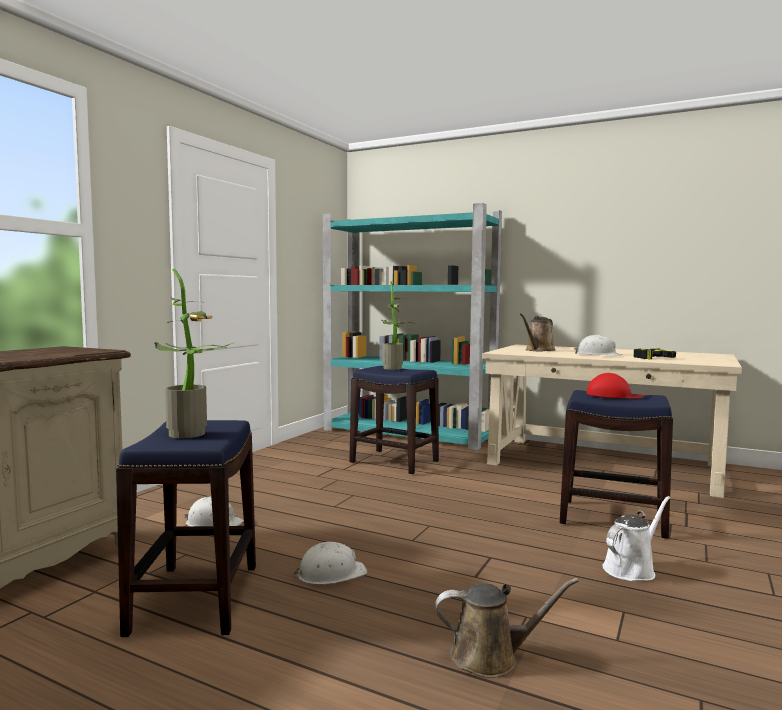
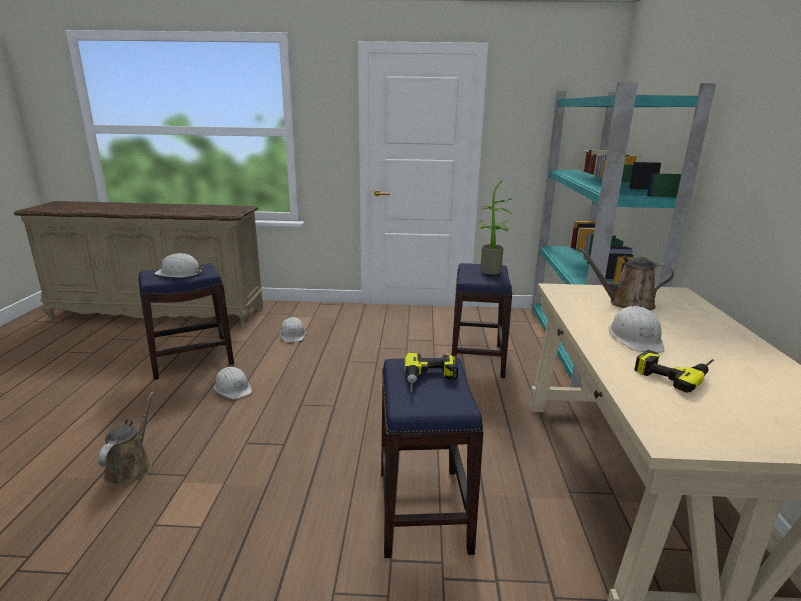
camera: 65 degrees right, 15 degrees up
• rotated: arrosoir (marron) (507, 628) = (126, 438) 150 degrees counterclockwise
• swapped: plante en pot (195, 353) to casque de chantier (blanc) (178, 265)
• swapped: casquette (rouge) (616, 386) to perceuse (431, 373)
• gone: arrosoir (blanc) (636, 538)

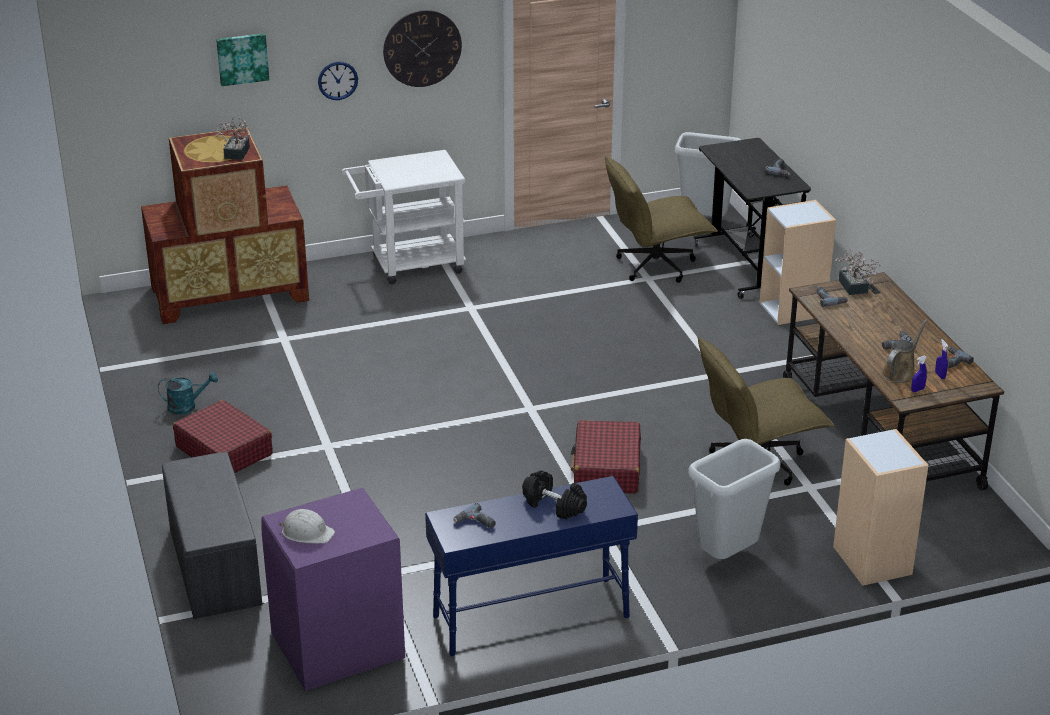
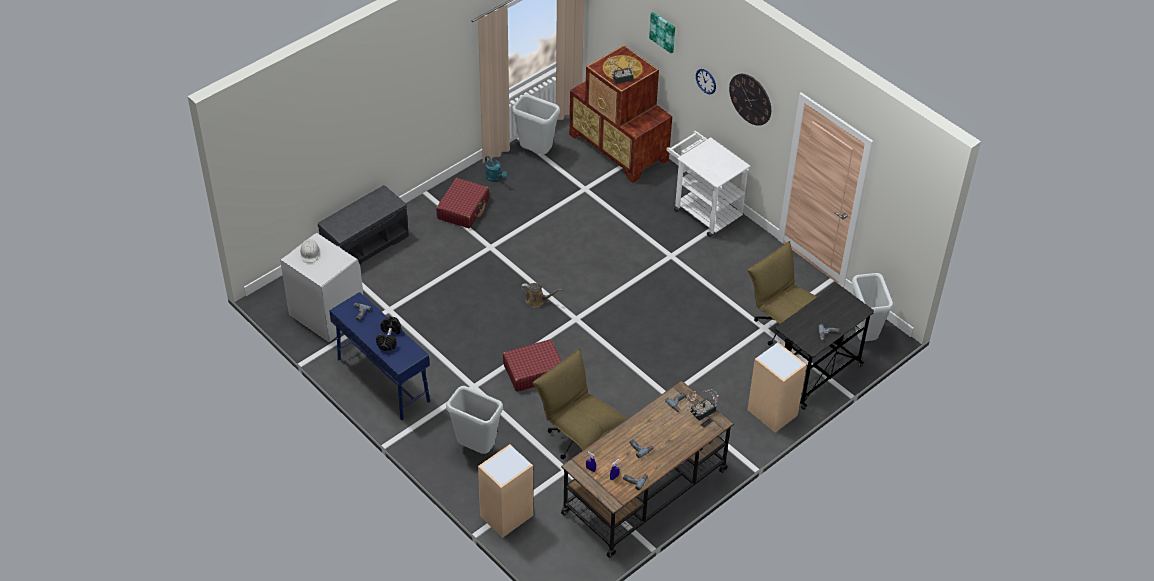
camera: 65 degrees right, 15 degrees up
• repainted: lave-linge (violet) (333, 589) to lave-linge (blanc) (321, 287)
• new: poubelle (gris) (536, 124)
• shifted: arrosoir (marron) (905, 351) to (541, 295)

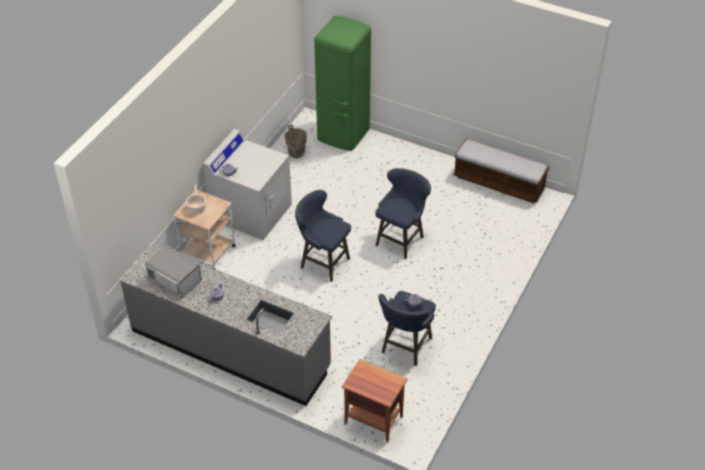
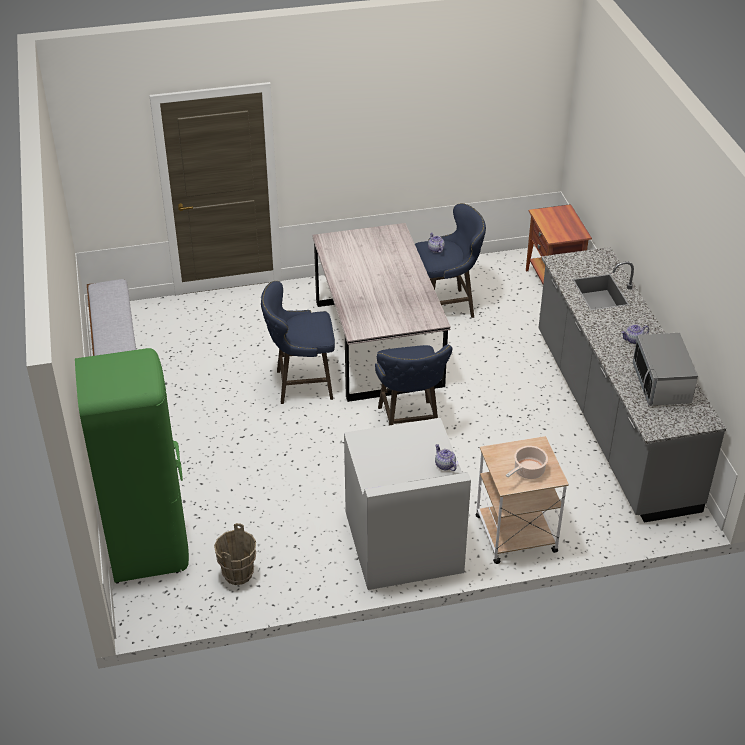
camera: 130 degrees left, 5 degrees down
• new: table à manger (gris) (381, 312)

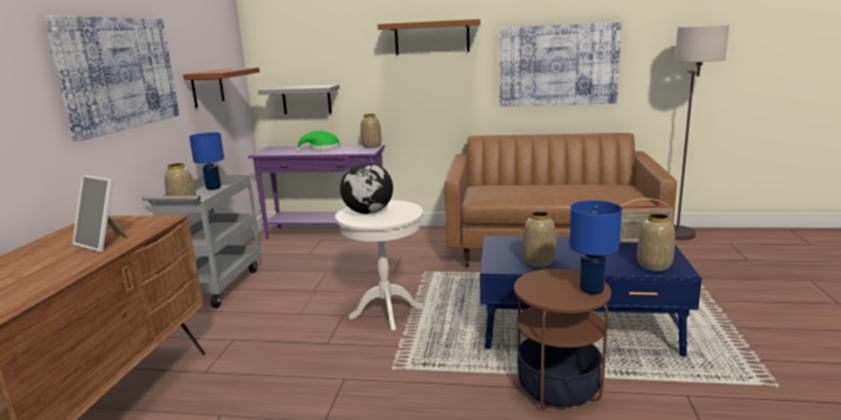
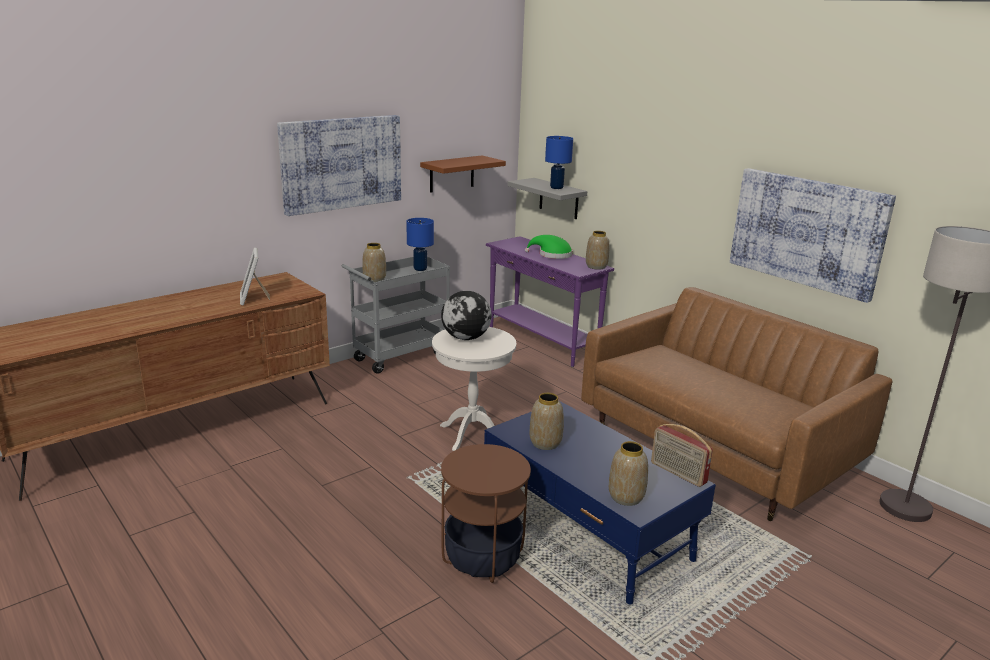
camera: 40 degrees right, 5 degrees up
• shifted: lampe de table (bleu) (595, 247) to (559, 162)
• gone: étagère (marron) (429, 37)

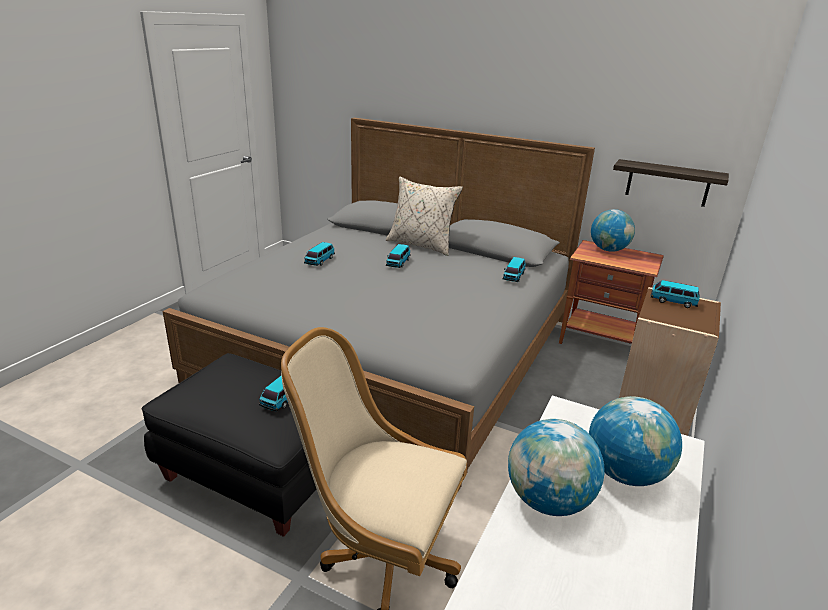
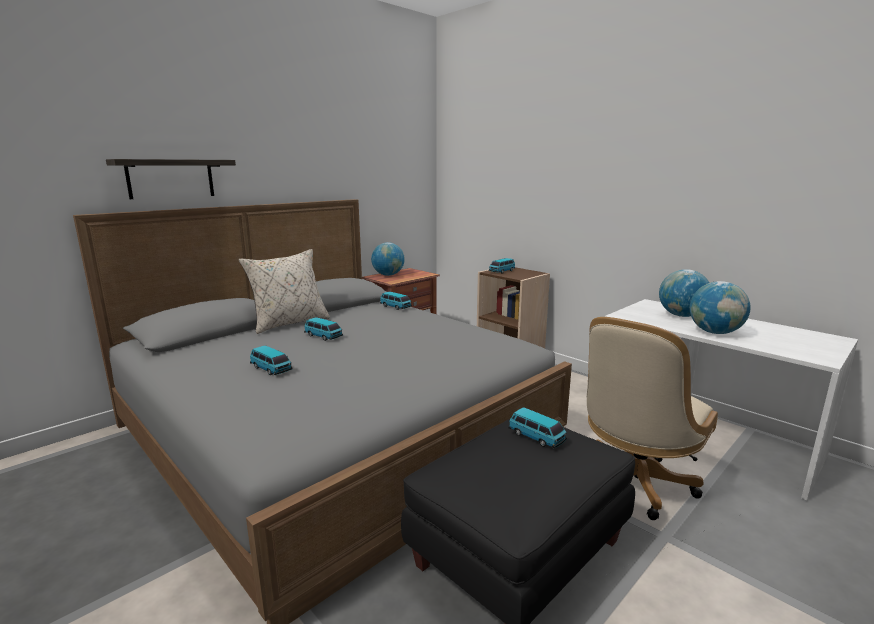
camera: 70 degrees left, 10 degrees down
• shifted: étagère (671, 183) to (171, 179)

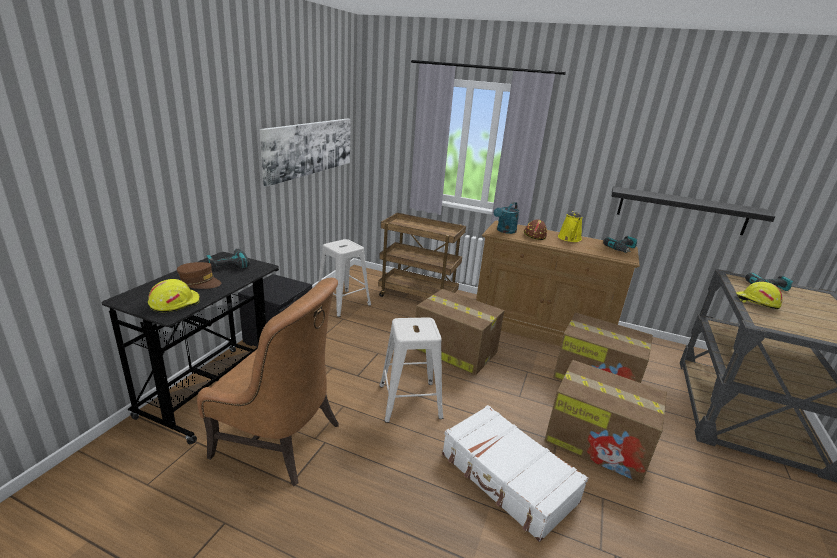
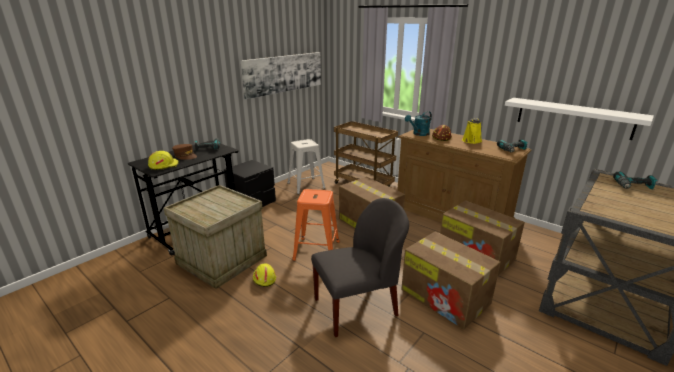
camera: 20 degrees right, 0 degrees up
• swapped: chaise (marron) (268, 382) to caisse (215, 237)
• shifted: casque de chantier (jaune) (759, 295) to (264, 275)
• repainted: tabouret (blanc) (411, 370) to tabouret (orange) (316, 225)
• swapped: valise (blanc) (515, 473) to chaise (gris) (360, 267)
• repainted: étagère (noir) (693, 210) to étagère (blanc) (579, 119)

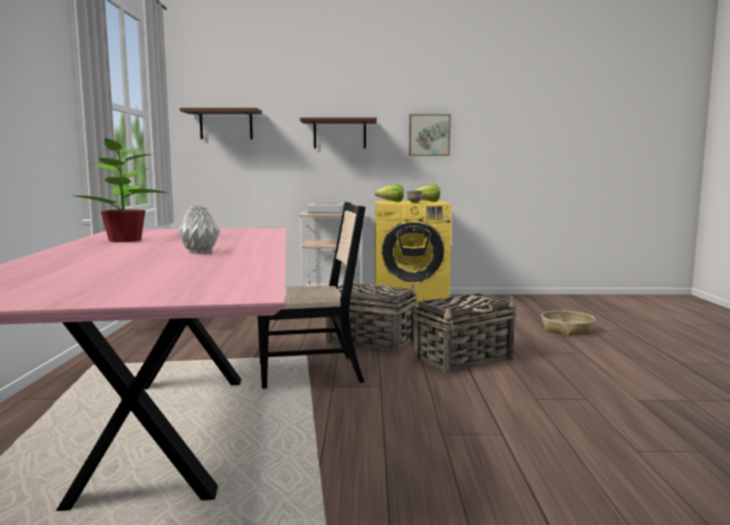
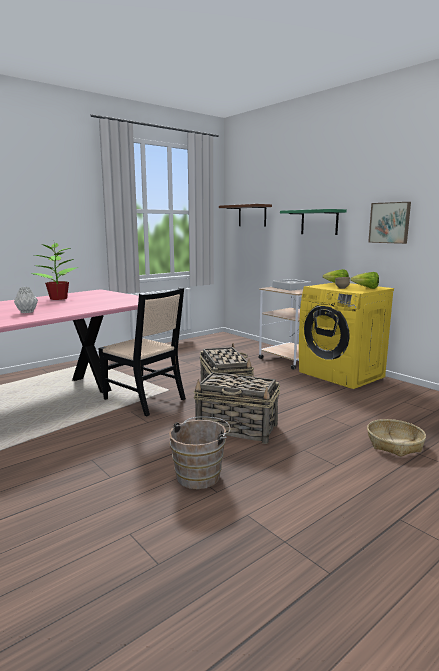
camera: 50 degrees right, 5 degrees up
• new: seau (marron) (200, 452)
• repainted: étagère (marron) (338, 133) to étagère (vert) (313, 222)

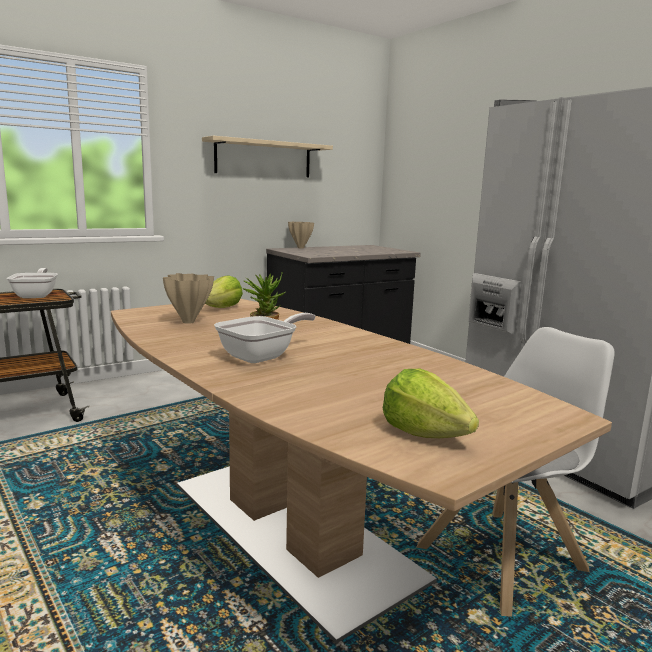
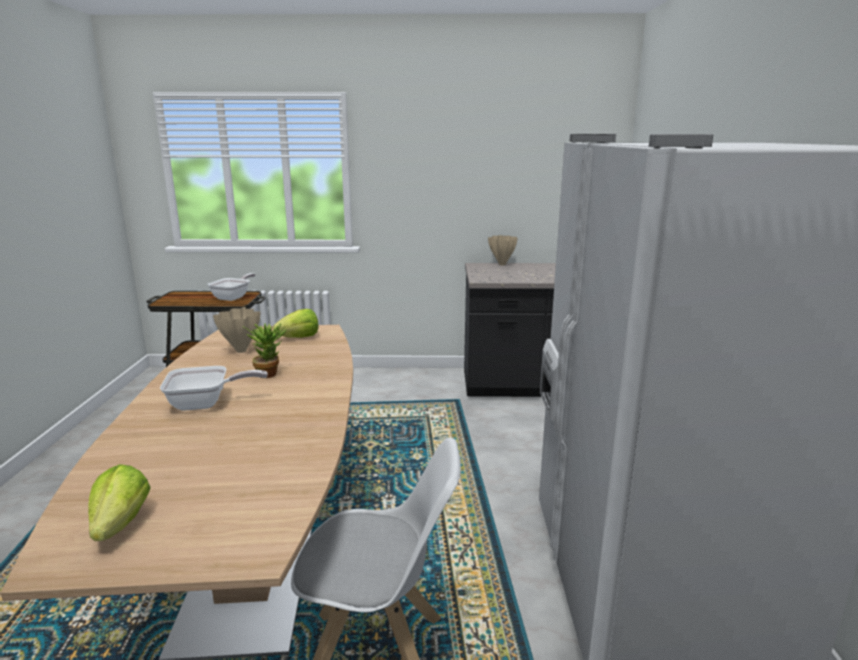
camera: 35 degrees right, 5 degrees up
• gone: étagère (beige) (267, 156)

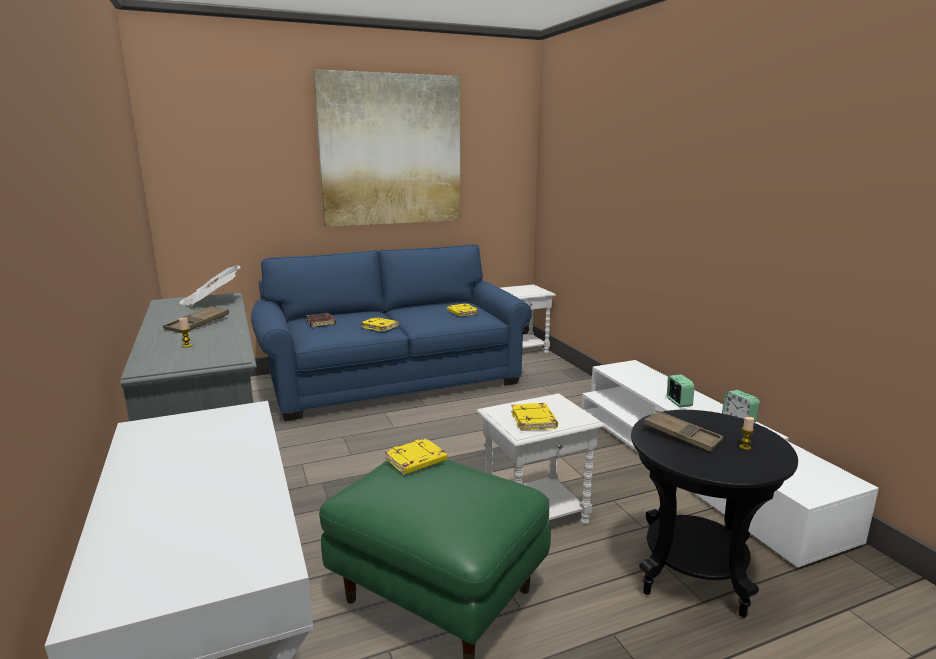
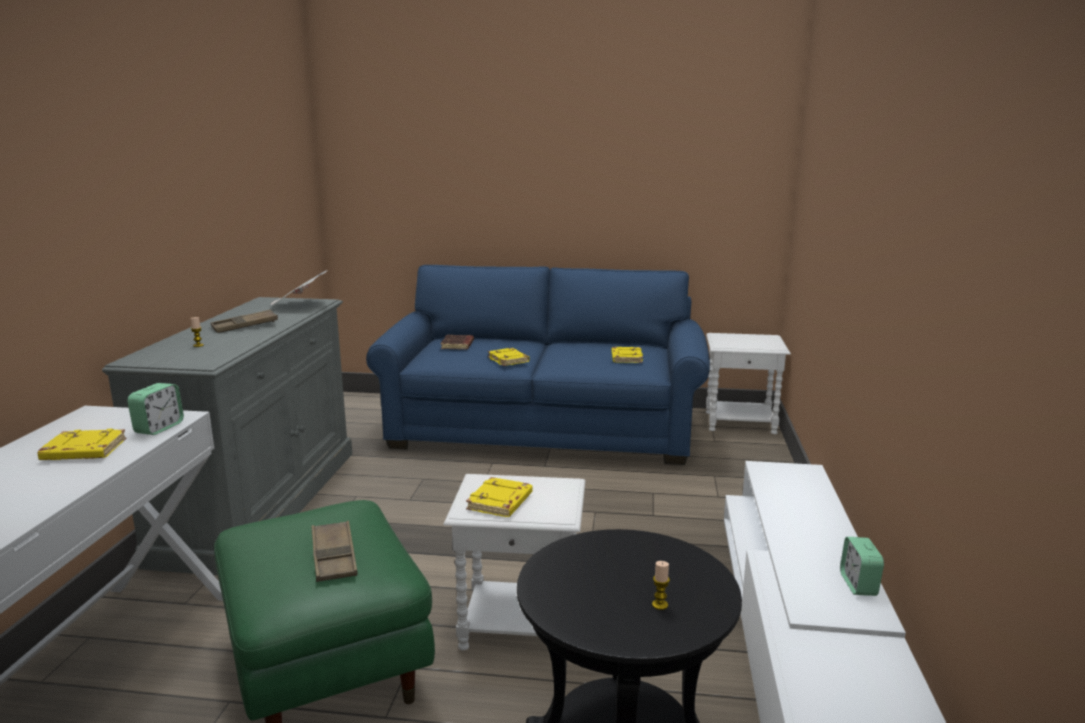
camera: 30 degrees right, 0 degrees up
• shifted: livre (jaune) (416, 456) to (82, 444)
• shifted: réveil (680, 390) to (155, 409)
• shifted: plateau (marron) (683, 431) to (334, 551)
• gone: tableau (386, 148)

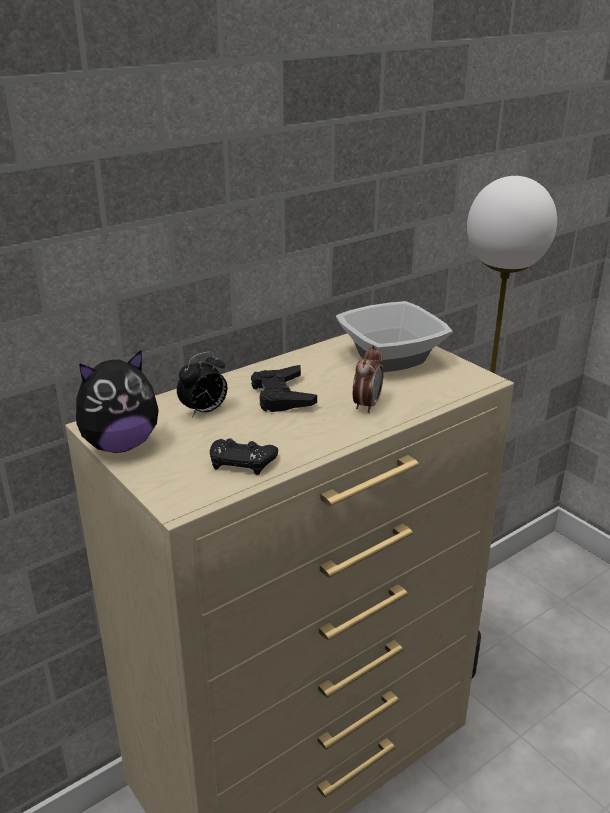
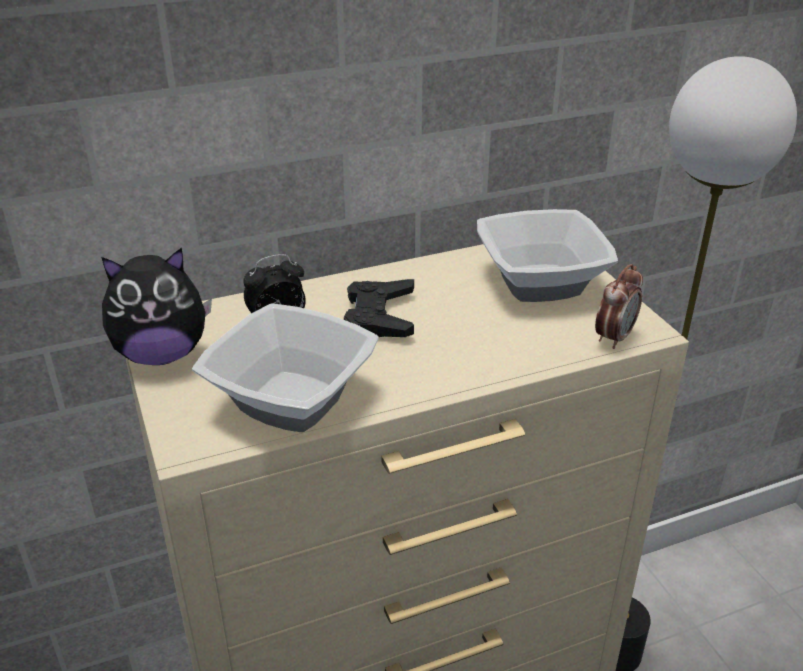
camera: 15 degrees right, 5 degrees up
• swapped: manette (noir) (244, 456) to bol (285, 367)
• shifted: réveil (368, 379) to (619, 306)

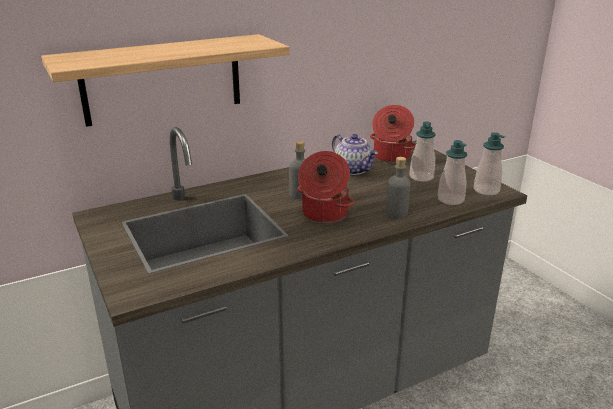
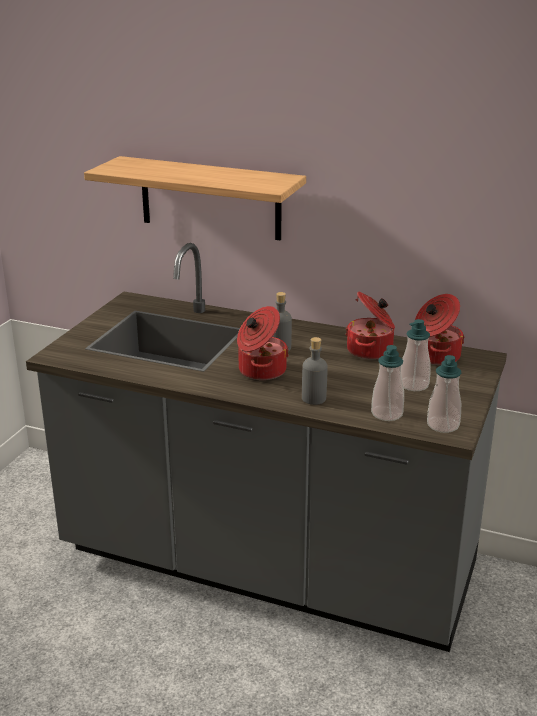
camera: 50 degrees right, 0 degrees up
• swapped: théière (355, 154) to marmite (370, 326)

